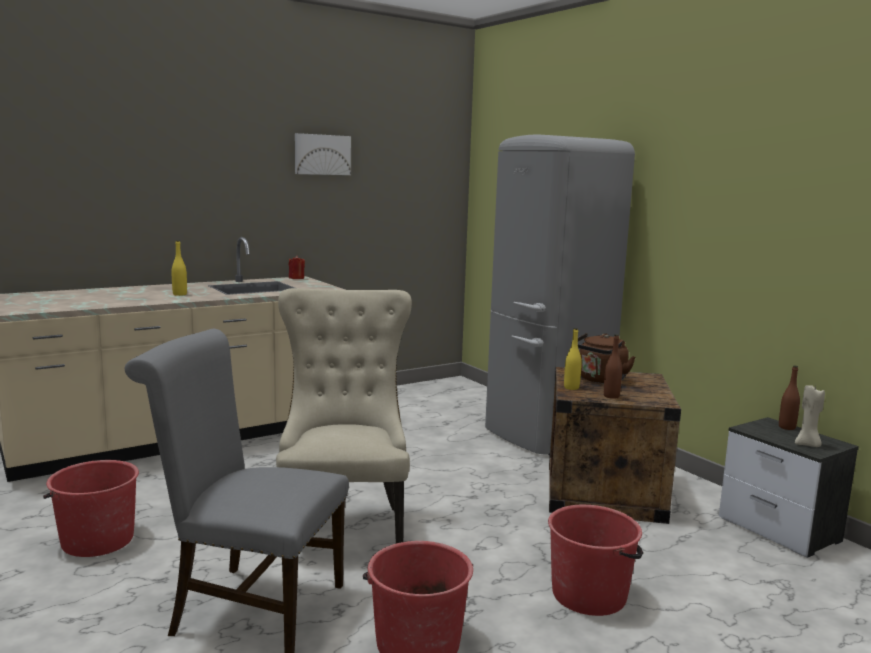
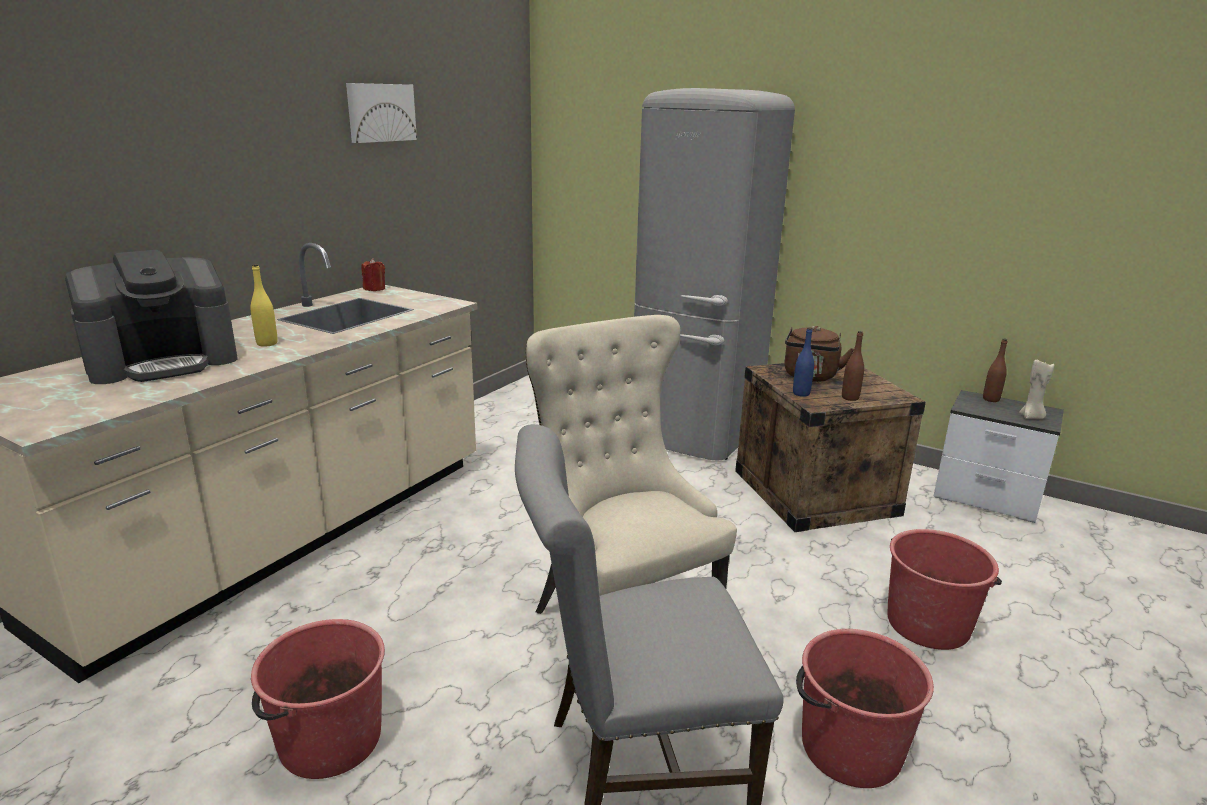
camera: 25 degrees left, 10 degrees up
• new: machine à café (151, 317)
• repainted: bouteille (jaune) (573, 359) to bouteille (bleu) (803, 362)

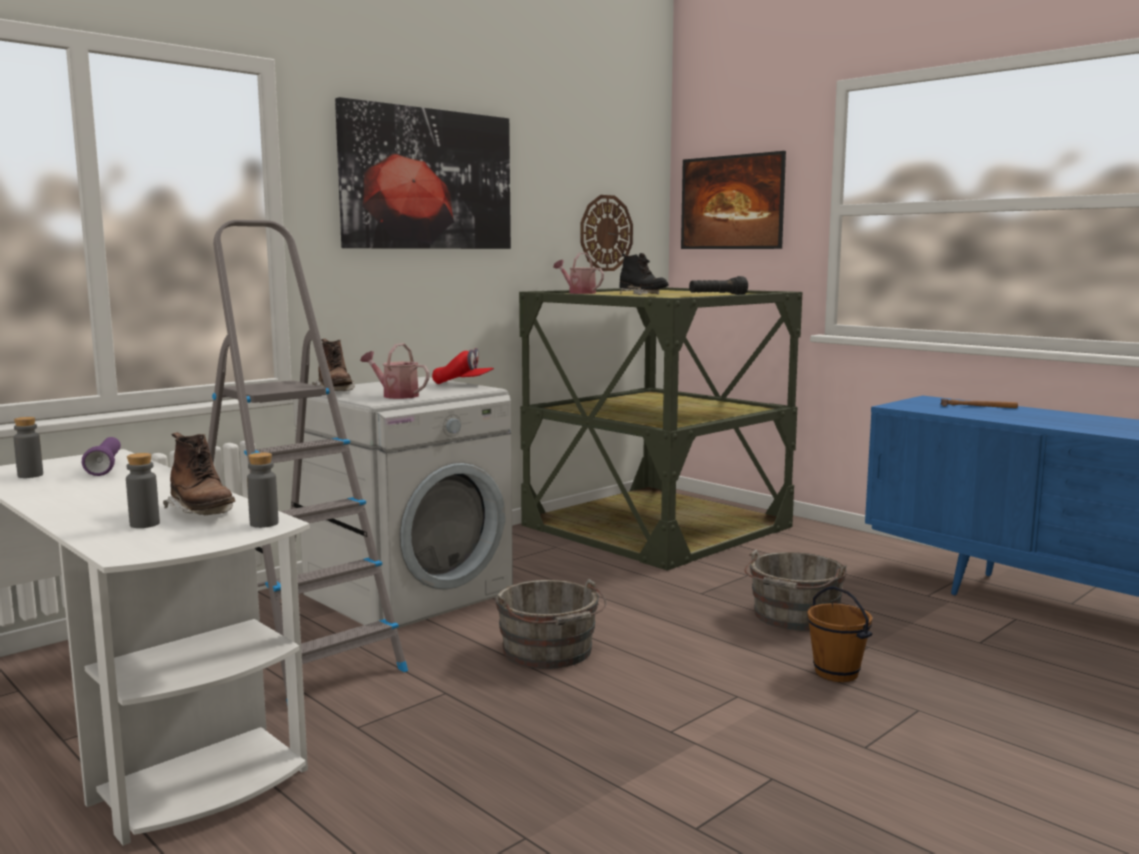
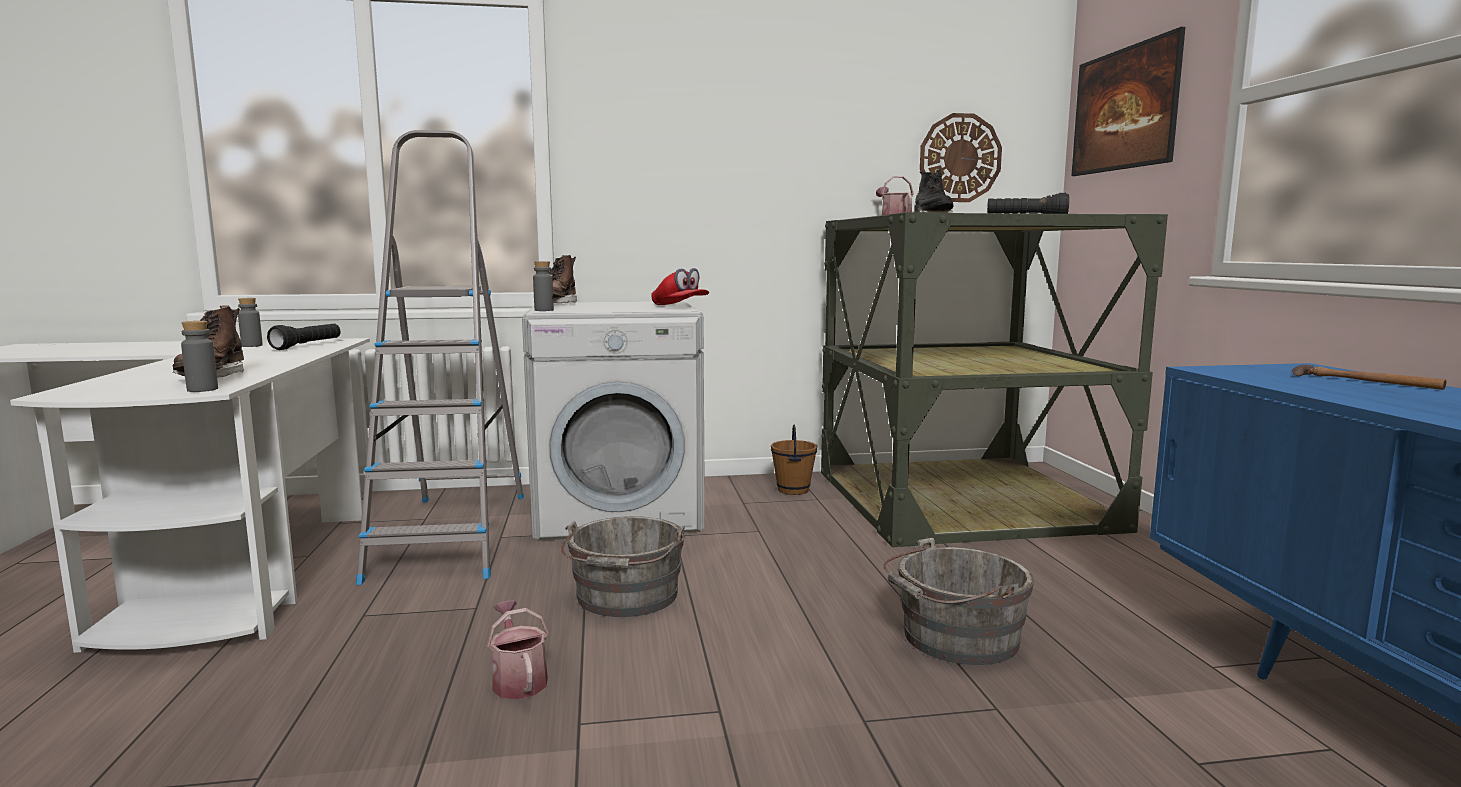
camera: 35 degrees right, 0 degrees up
• repainted: lampe de poche (violet) (101, 456) to lampe de poche (noir) (303, 337)
• shifted: arrosoir (395, 371) to (518, 650)
• shifted: bouteille (gris) (143, 490) to (543, 286)
• shifted: seau (marron) (840, 634) to (794, 460)
• gone: tableau (423, 173)

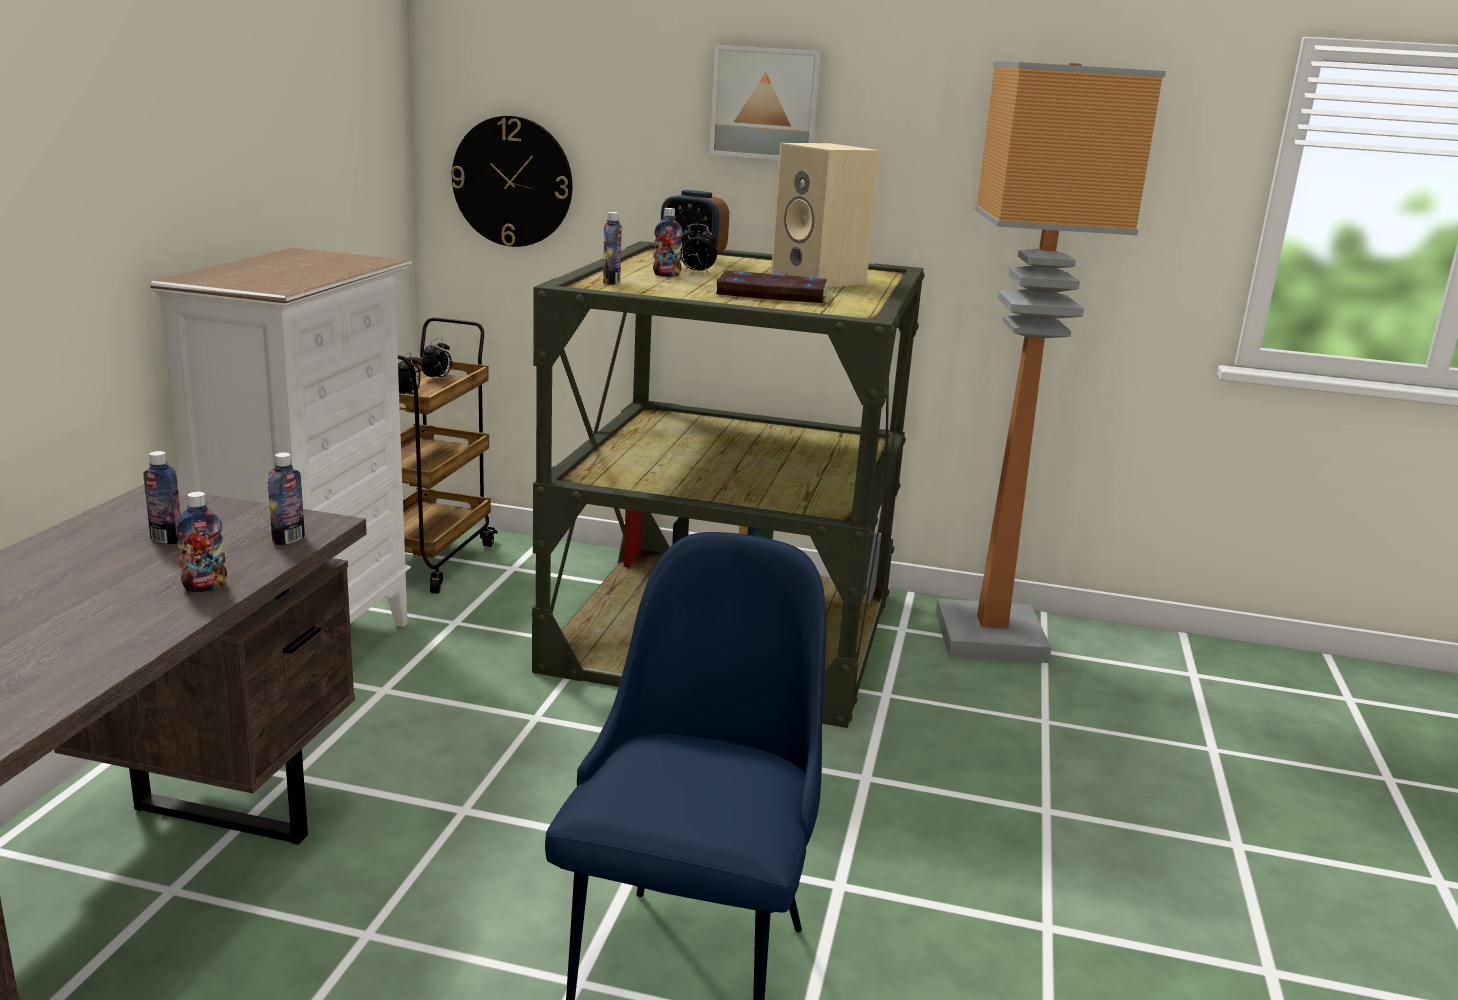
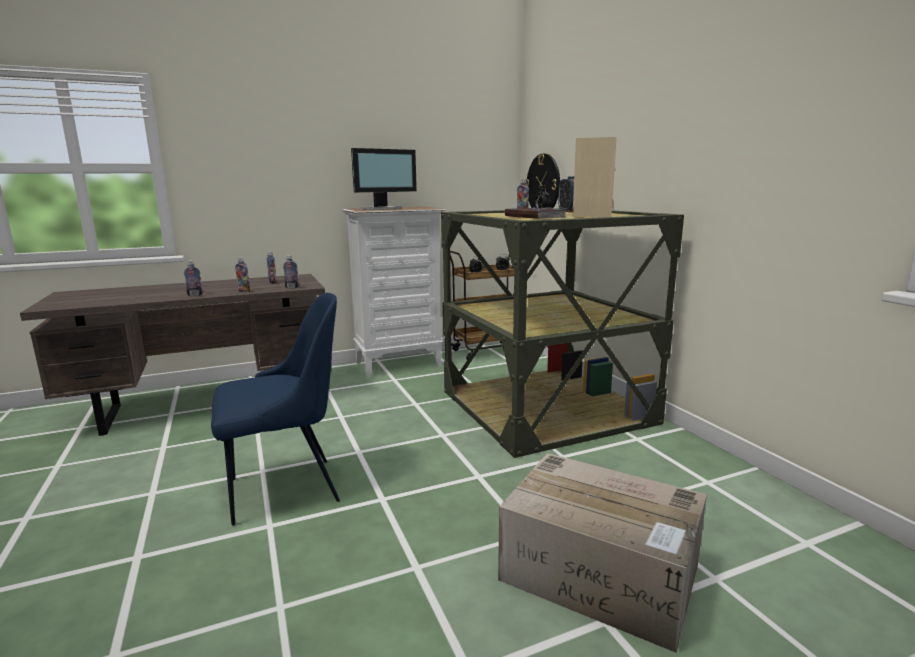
camera: 55 degrees right, 5 degrees down
• shifted: bouteille (612, 248) to (193, 278)
• new: écran d'ordinateur (384, 179)
• new: carton (602, 553)
• gone: tableau (765, 102)
• gone: lampadaire (1051, 362)

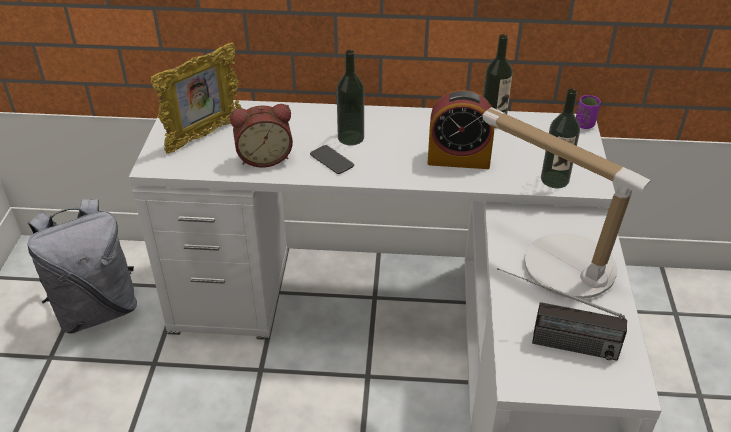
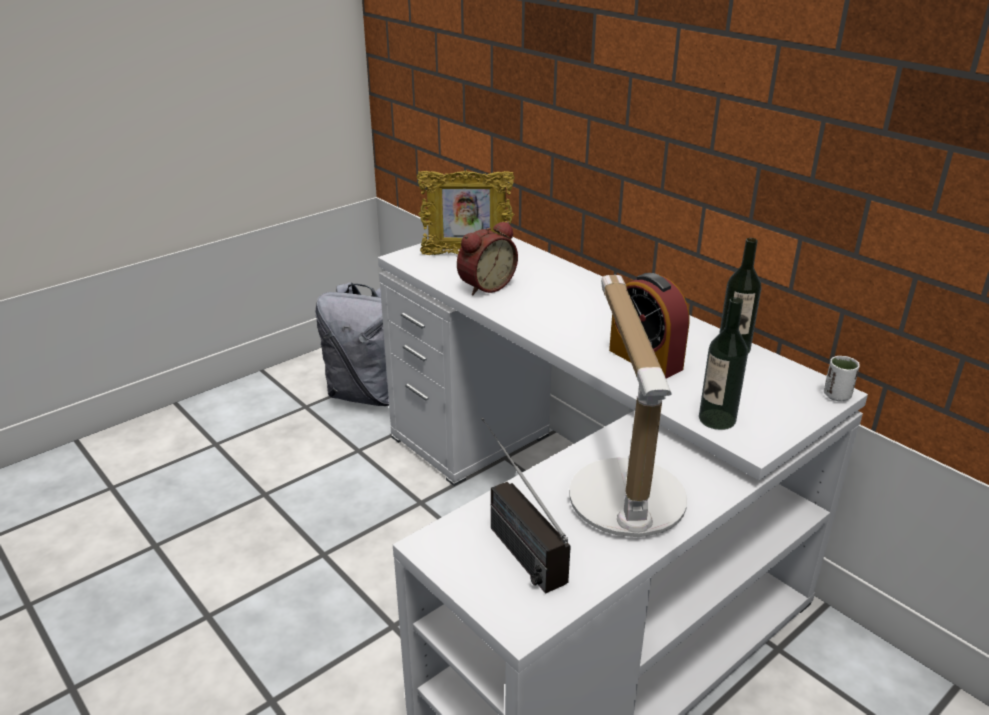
camera: 45 degrees right, 10 degrees down
• rotated: réveil (261, 136) = (487, 258) 75 degrees counterclockwise
• repainted: tasse (violet) (588, 112) to tasse (blanc) (842, 378)
• gone: téléphone (332, 159)
• gone: bouteille (350, 98)

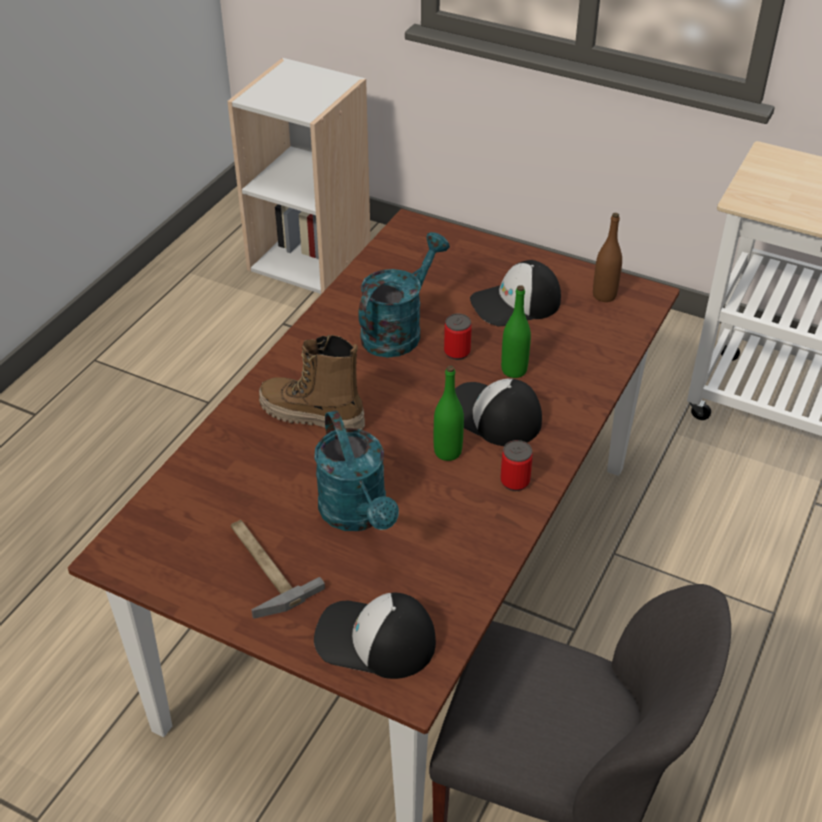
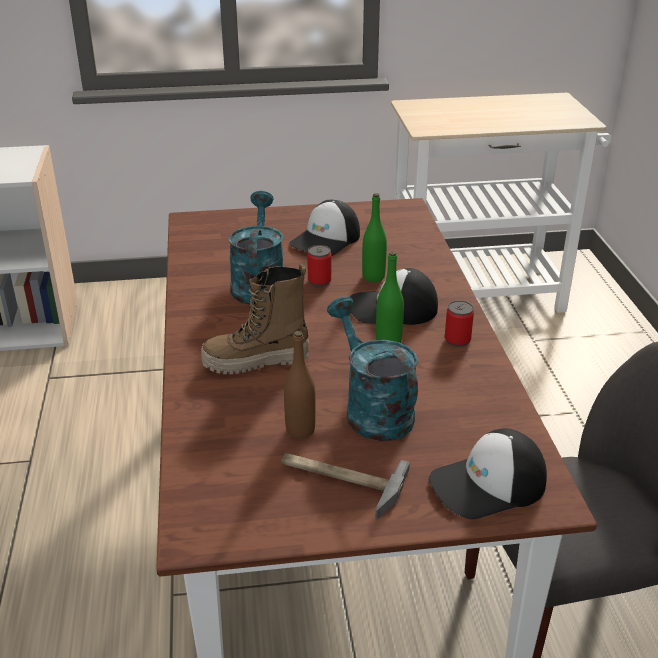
camera: 35 degrees left, 10 degrees down
• shifted: bouteille (marron) (607, 257) to (300, 385)
• rotated: arrosoir (turquoise) (356, 470) = (372, 369) 150 degrees counterclockwise

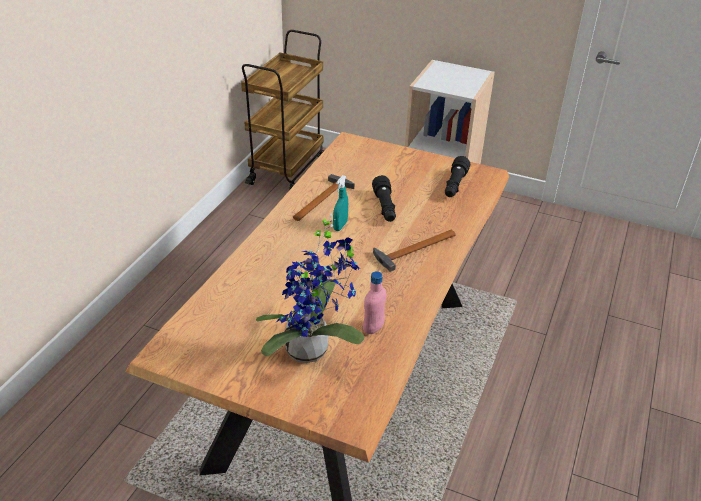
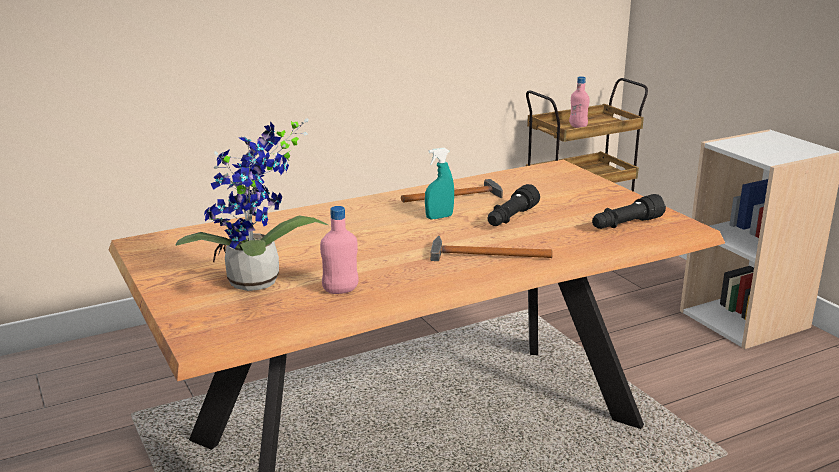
camera: 40 degrees right, 15 degrees down
• new: bouteille (rose) (579, 102)

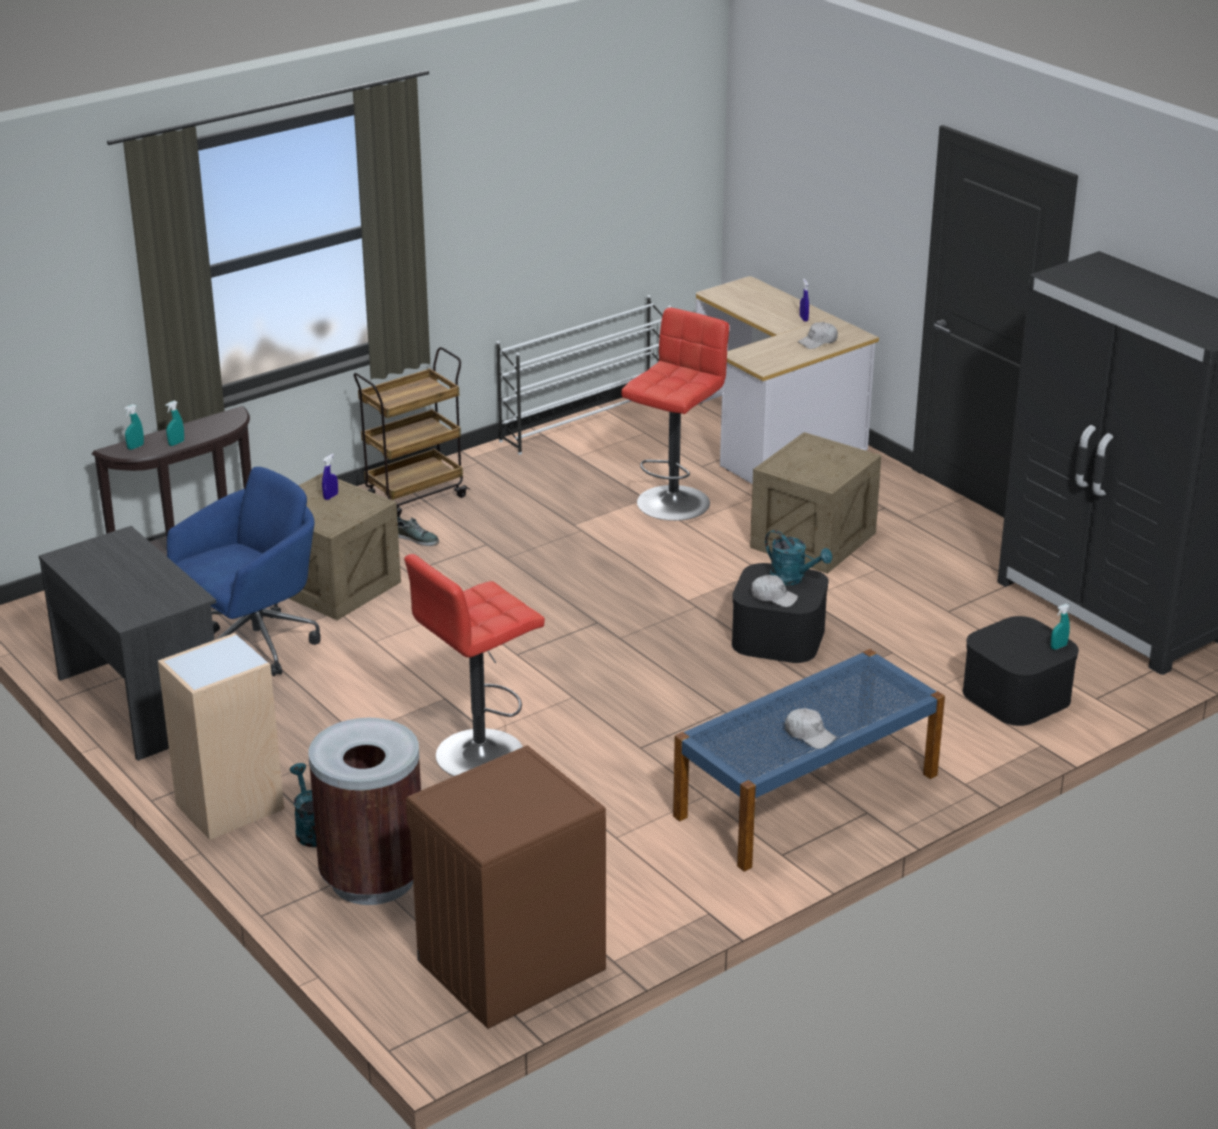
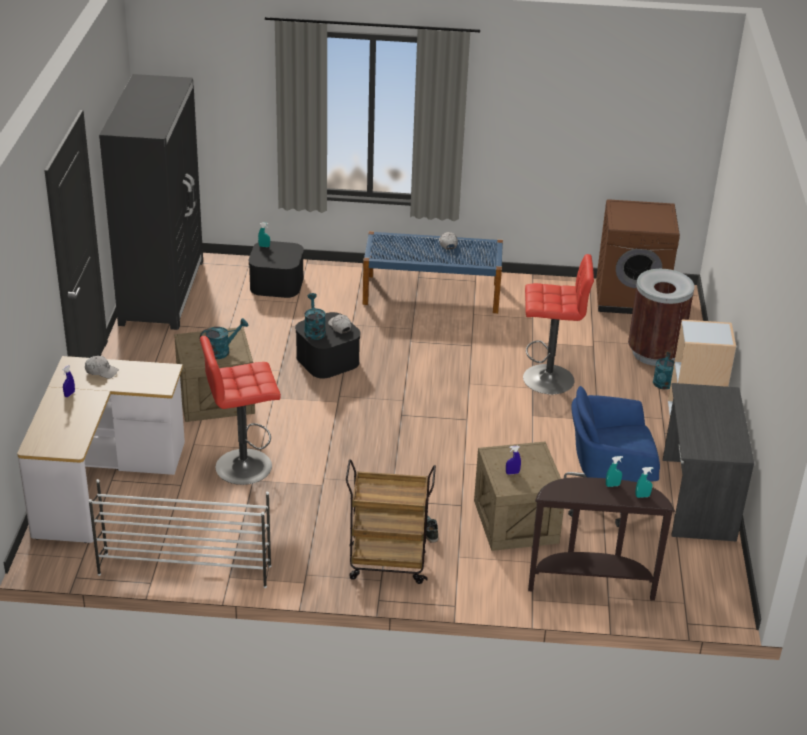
camera: 140 degrees left, 5 degrees up
• new: arrosoir (turquoise) (224, 338)

